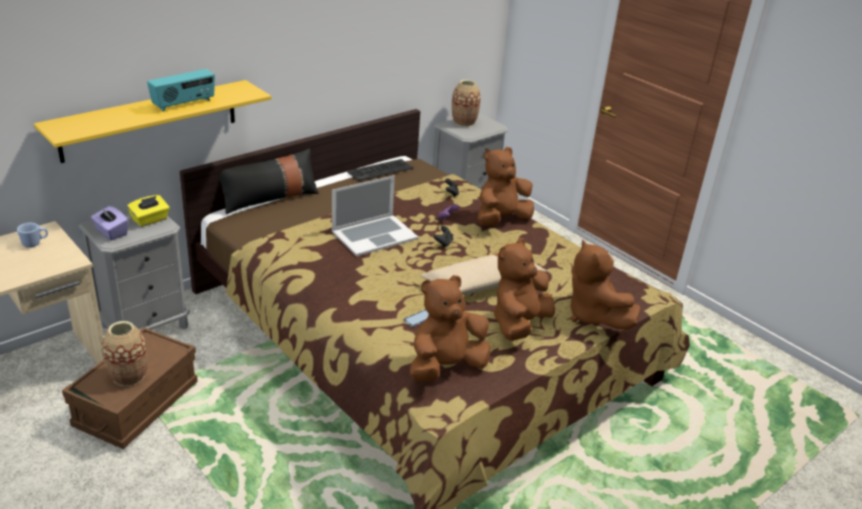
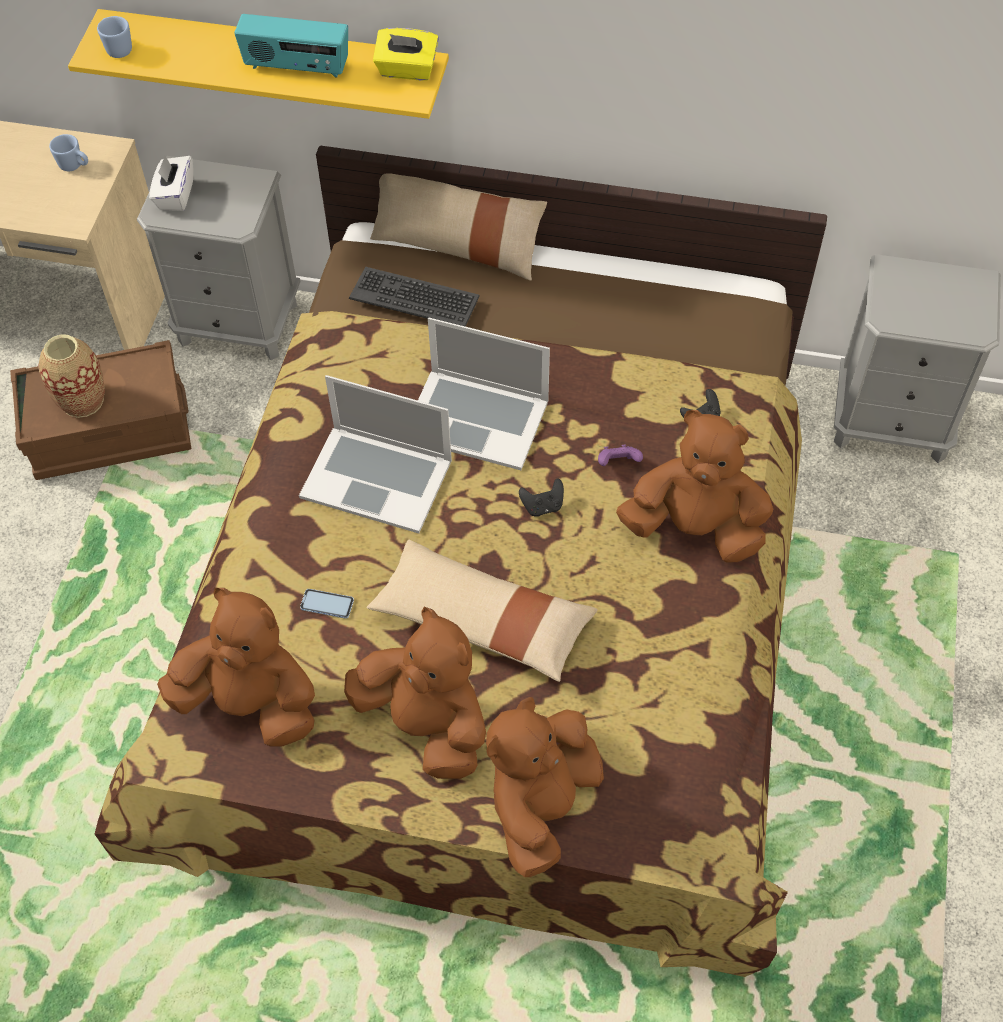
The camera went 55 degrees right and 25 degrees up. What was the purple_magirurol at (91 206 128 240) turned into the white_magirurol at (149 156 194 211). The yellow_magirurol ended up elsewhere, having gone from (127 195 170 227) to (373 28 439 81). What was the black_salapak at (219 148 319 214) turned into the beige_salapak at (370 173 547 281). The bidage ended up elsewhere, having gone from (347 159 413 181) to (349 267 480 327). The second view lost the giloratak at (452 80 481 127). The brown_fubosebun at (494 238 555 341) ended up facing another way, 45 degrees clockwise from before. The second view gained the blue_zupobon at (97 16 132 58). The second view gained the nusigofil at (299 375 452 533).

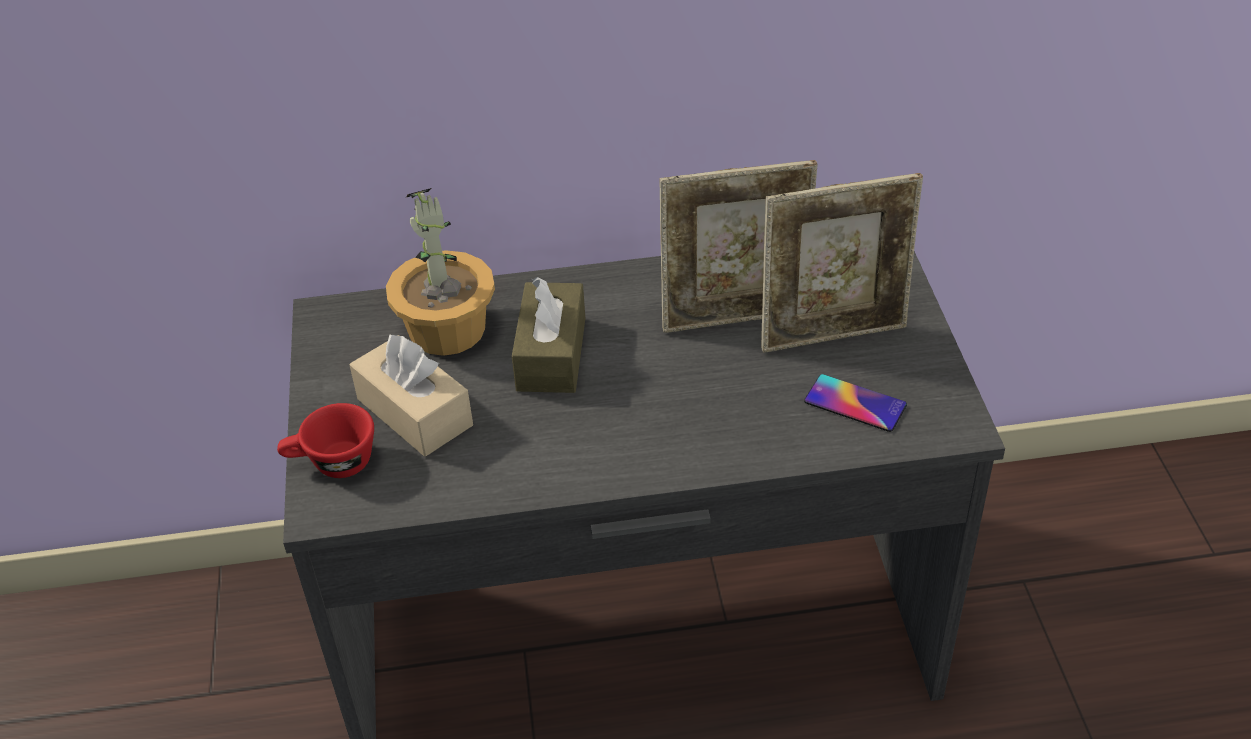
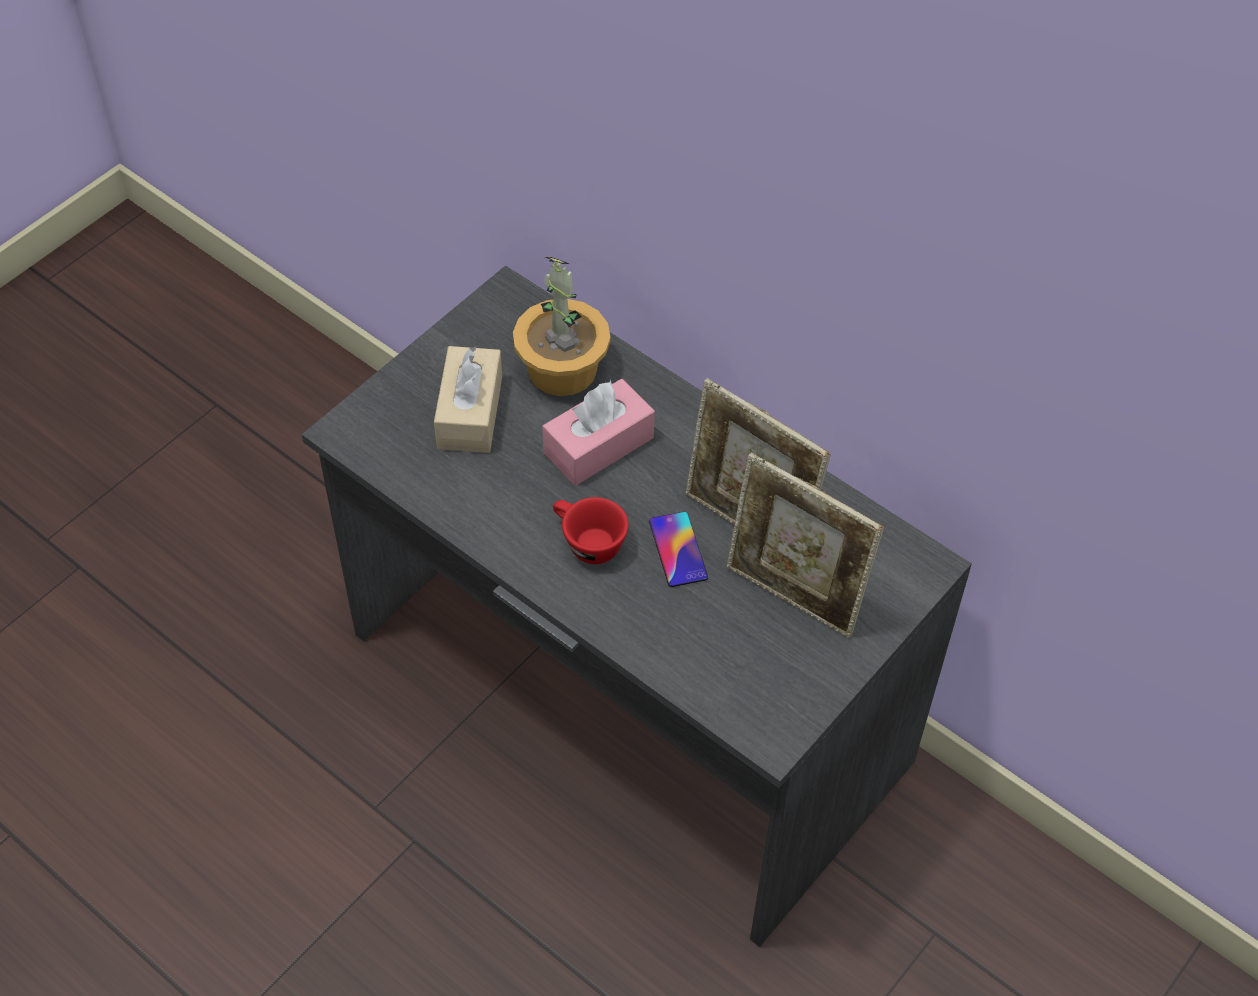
The camera went 45 degrees right and 10 degrees up. The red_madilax ended up elsewhere, having gone from (277 403 374 478) to (553 497 629 564). What was the brown_magirurol at (512 277 586 393) turned into the pink_magirurol at (542 379 655 486). The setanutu ended up elsewhere, having gone from (804 374 907 432) to (649 512 708 587).

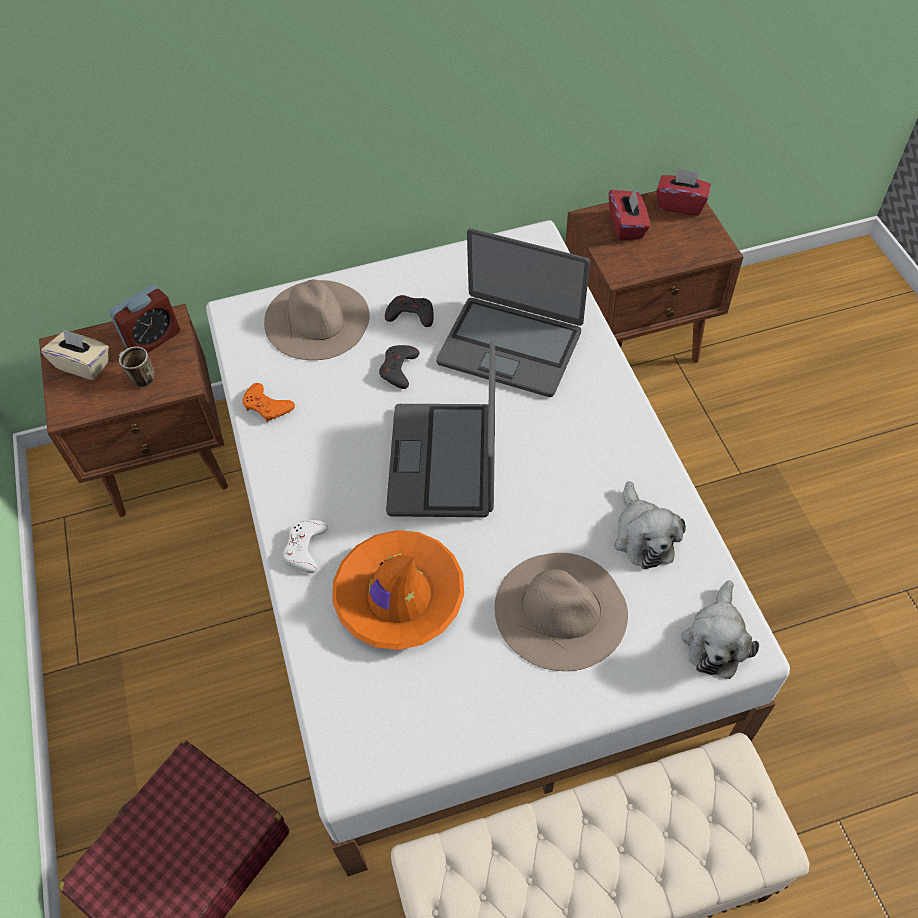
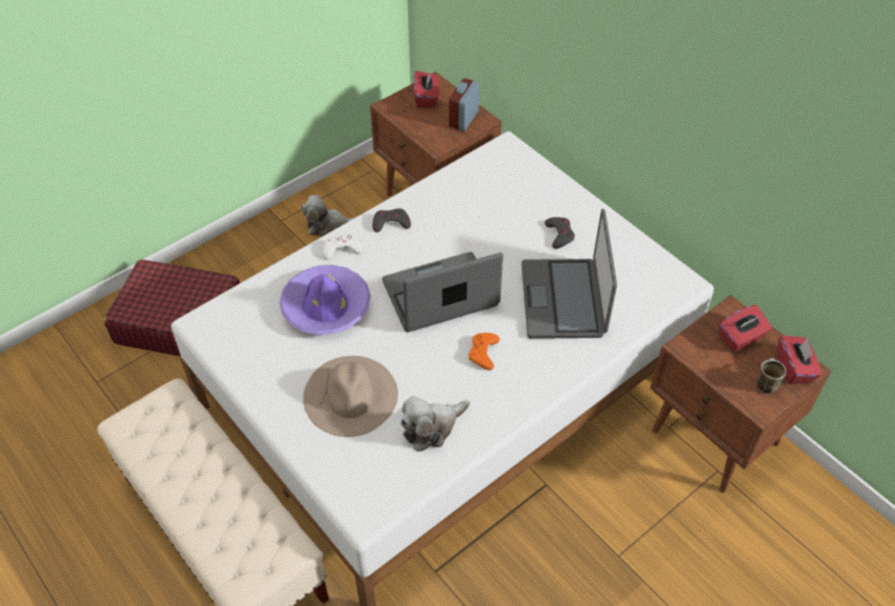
The camera went 65 degrees right and 5 degrees down. What was the beige_magirurol at (41 329 109 380) turned into the red_magirurol at (414 71 439 108). The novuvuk at (110 285 180 353) ended up facing another way, 90 degrees clockwise from before. The zupobon ended up elsewhere, having gone from (118 347 155 387) to (757 358 786 393). The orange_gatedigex ended up elsewhere, having gone from (243 383 295 422) to (469 333 500 370). The second view lost the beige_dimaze at (264 279 370 360). What was the orange_dimaze at (332 530 464 650) turned into the purple_dimaze at (279 265 371 335). The grey_gatedigex ended up elsewhere, having gone from (379 345 419 389) to (372 208 411 232). The fubosebun ended up elsewhere, having gone from (681 580 759 679) to (301 195 354 237).

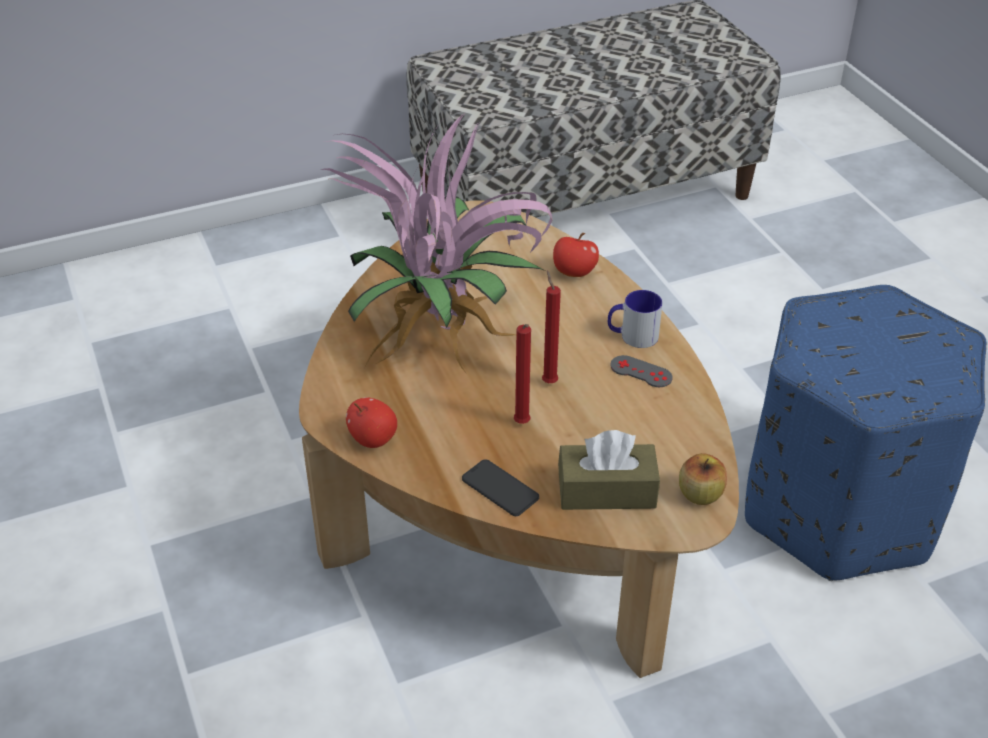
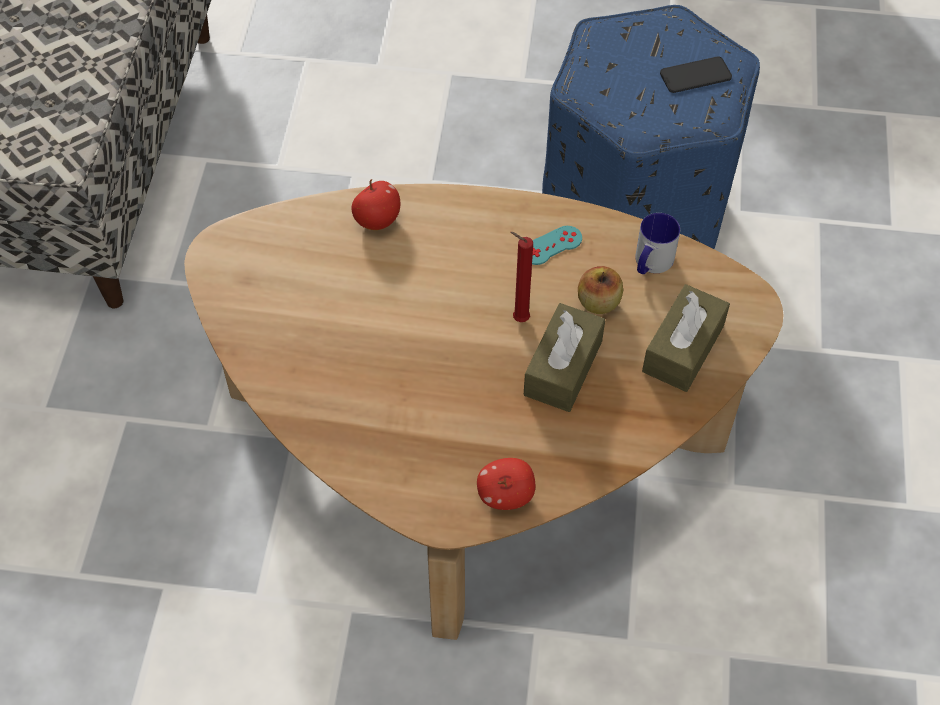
The camera went 60 degrees left and 15 degrees up. The second view lost the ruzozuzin at (321 113 552 371). The setanutu ended up elsewhere, having gone from (462 459 539 516) to (660 56 732 93). Where the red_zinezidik stood at (514 324 531 424), the brown_magirurol came to stand at (524 303 605 412). The zupobon ended up elsewhere, having gone from (608 290 662 348) to (635 213 680 274). What was the grey_gatedigex at (610 355 673 387) turned into the turquoise_gatedigex at (532 226 582 265). The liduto ended up elsewhere, having gone from (679 453 727 505) to (578 266 623 314).

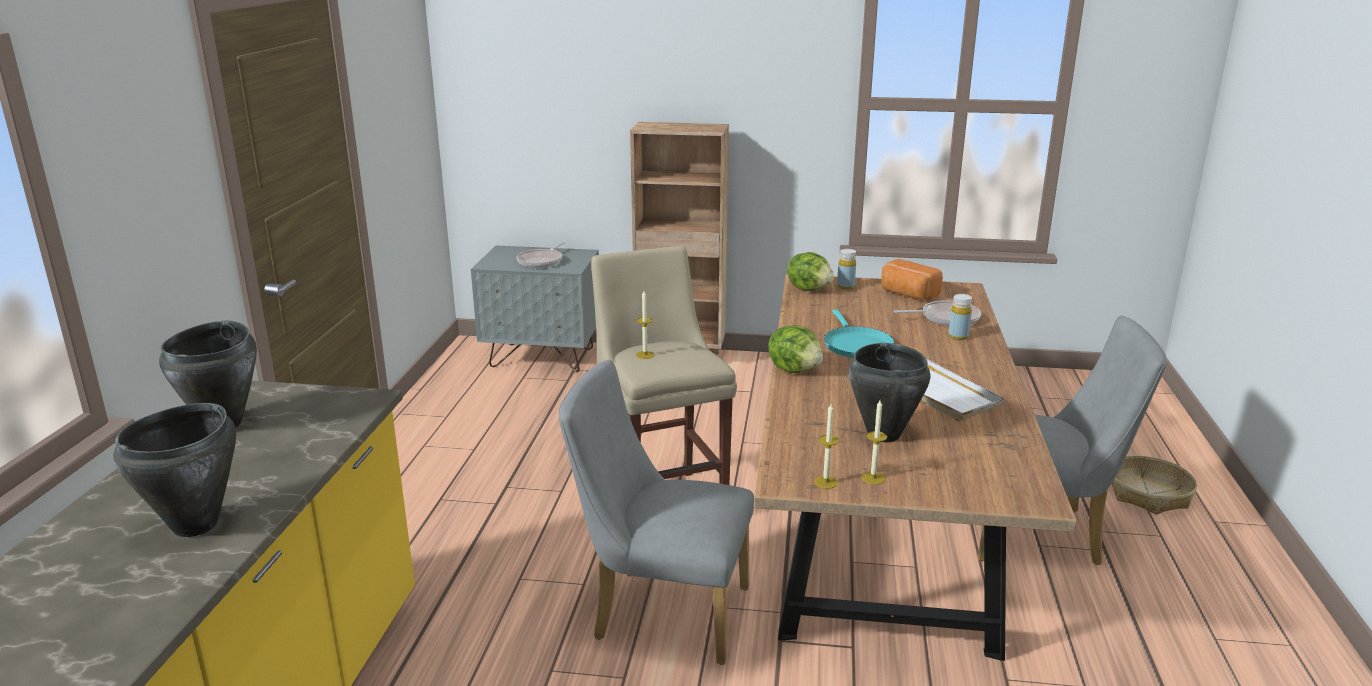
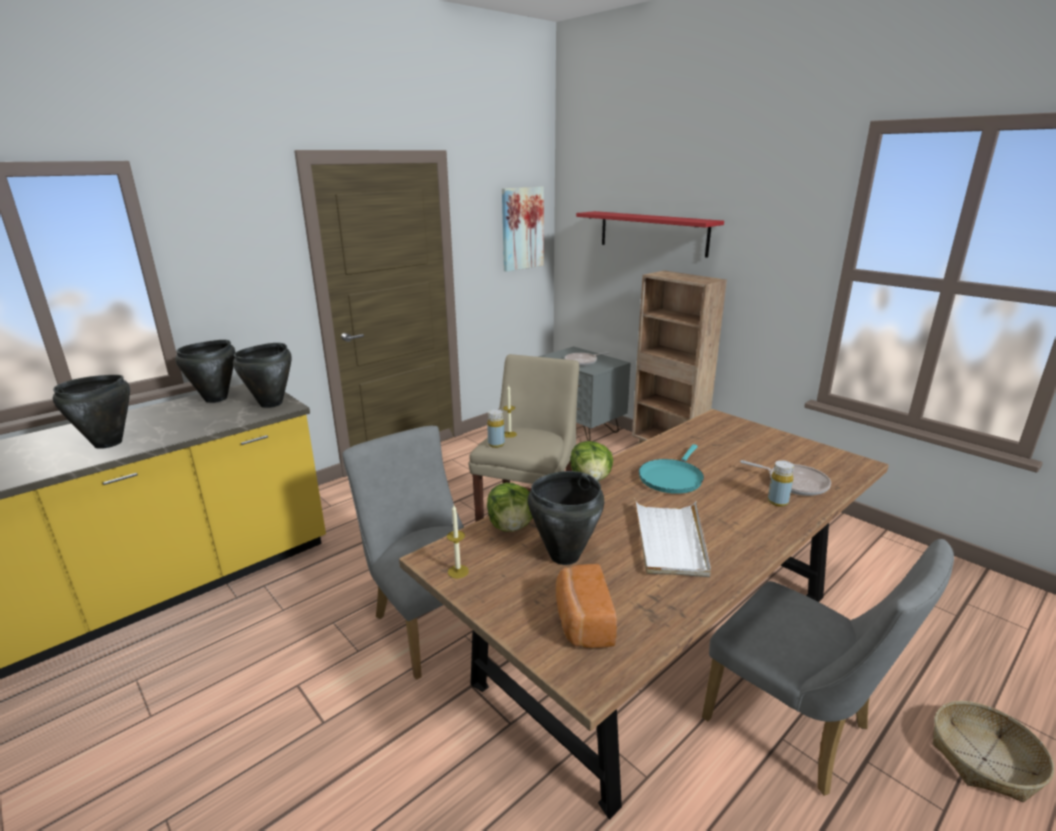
The camera went 40 degrees right and 0 degrees up. The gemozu ended up elsewhere, having gone from (787 252 834 291) to (487 483 533 532). The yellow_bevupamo ended up elsewhere, having gone from (837 249 856 289) to (487 409 505 448). The second view lost the zinezidik at (862 400 887 485). The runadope ended up elsewhere, having gone from (881 259 943 300) to (556 564 617 648). The second view gained the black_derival at (233 343 292 408). The second view gained the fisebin at (502 187 544 272). The second view gained the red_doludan at (576 211 724 258).

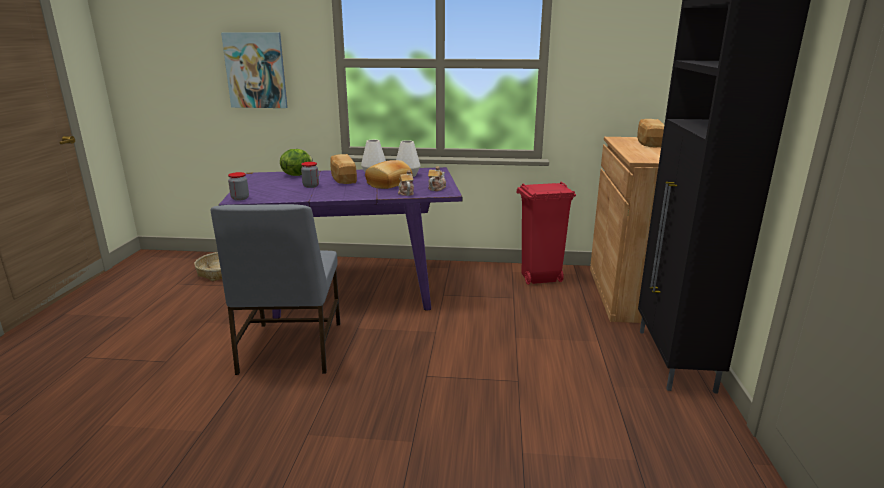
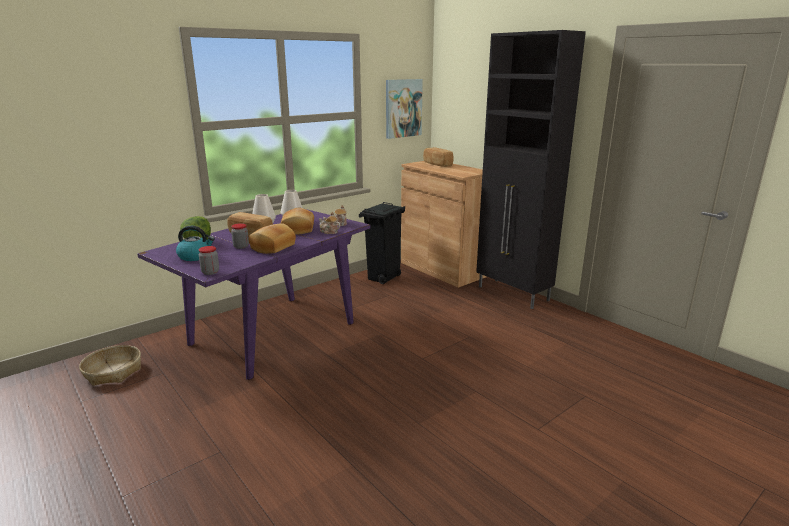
The camera went 45 degrees left and 0 degrees up. The second view lost the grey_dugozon at (211 204 340 375). The fisebin ended up elsewhere, having gone from (221 32 288 108) to (386 79 423 139). What was the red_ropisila at (517 182 576 284) turned into the black_ropisila at (359 202 405 284). The second view gained the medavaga at (176 226 215 261). The second view gained the runadope at (249 223 296 254).

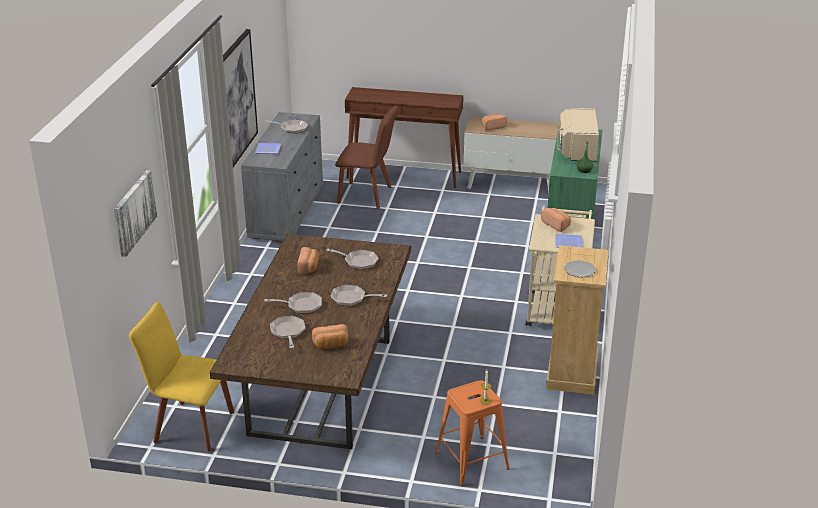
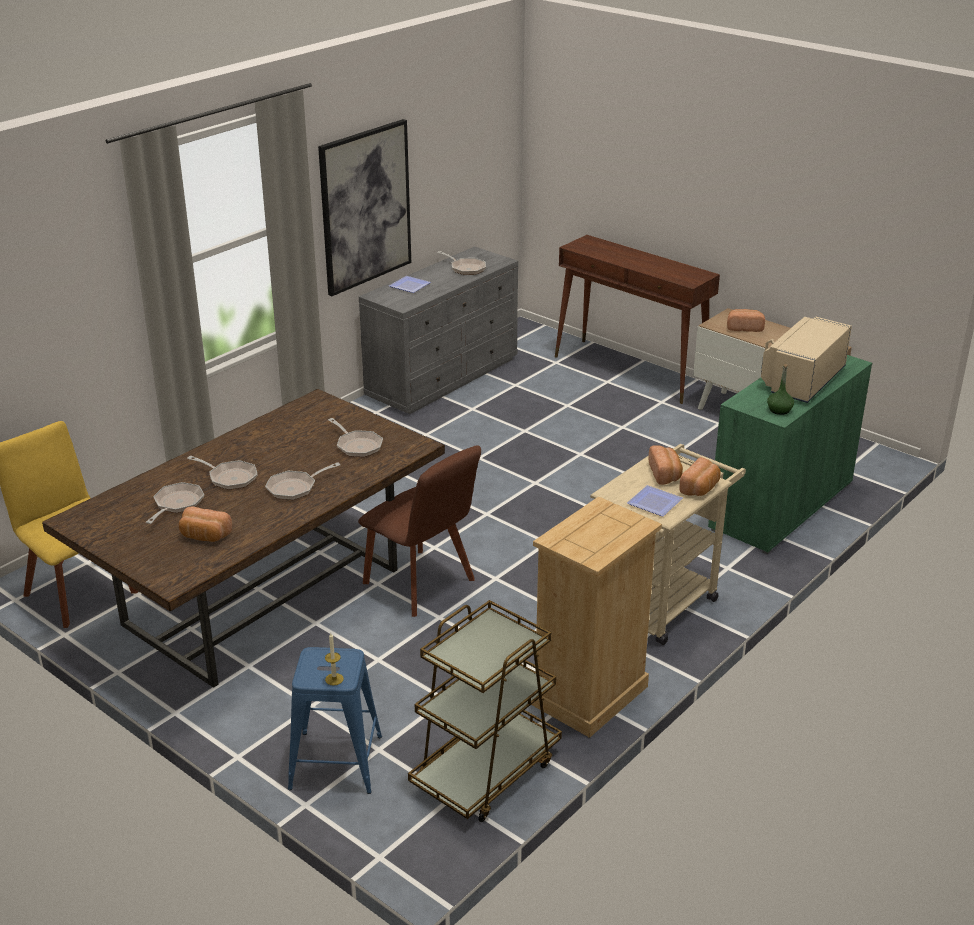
The camera went 30 degrees right and 0 degrees up. The second view lost the fisebin at (114 170 157 257). The runadope ended up elsewhere, having gone from (297 247 319 274) to (679 457 721 496). The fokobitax at (331 285 387 306) ended up facing another way, 75 degrees counterclockwise from before. The brown_dugozon ended up elsewhere, having gone from (335 105 398 209) to (358 445 481 617). What was the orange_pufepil at (435 380 510 486) turned into the blue_pufepil at (288 647 382 794). The second view lost the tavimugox at (564 260 597 278). The second view gained the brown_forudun at (408 600 562 822).

